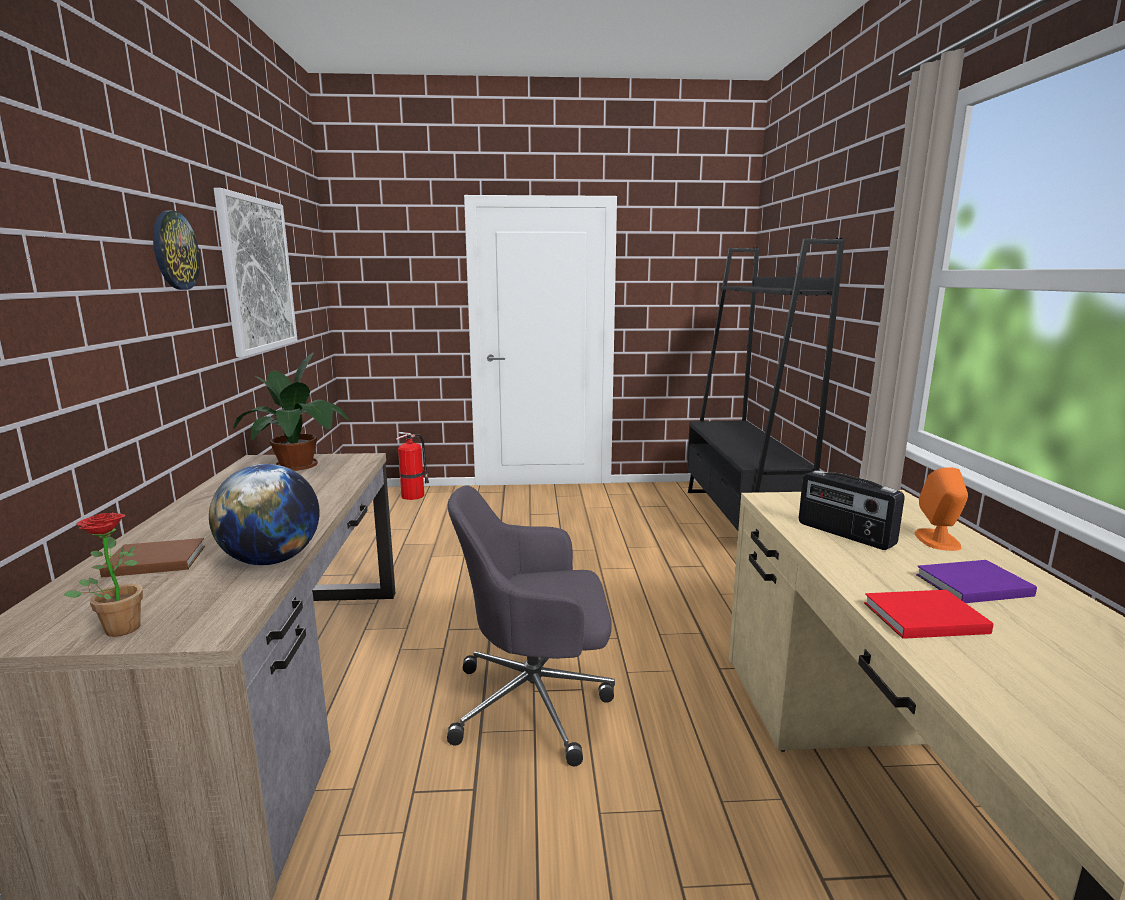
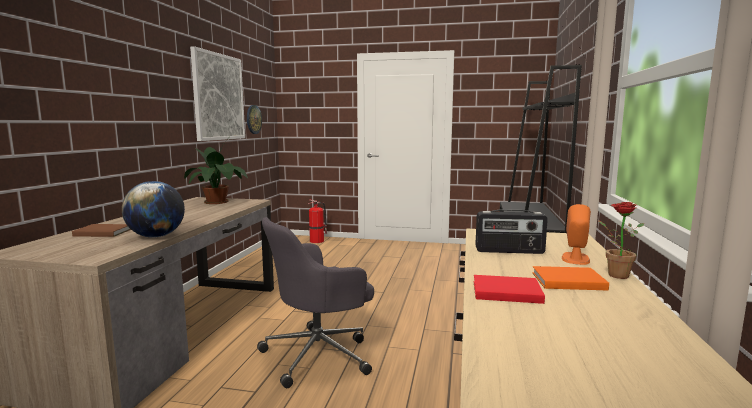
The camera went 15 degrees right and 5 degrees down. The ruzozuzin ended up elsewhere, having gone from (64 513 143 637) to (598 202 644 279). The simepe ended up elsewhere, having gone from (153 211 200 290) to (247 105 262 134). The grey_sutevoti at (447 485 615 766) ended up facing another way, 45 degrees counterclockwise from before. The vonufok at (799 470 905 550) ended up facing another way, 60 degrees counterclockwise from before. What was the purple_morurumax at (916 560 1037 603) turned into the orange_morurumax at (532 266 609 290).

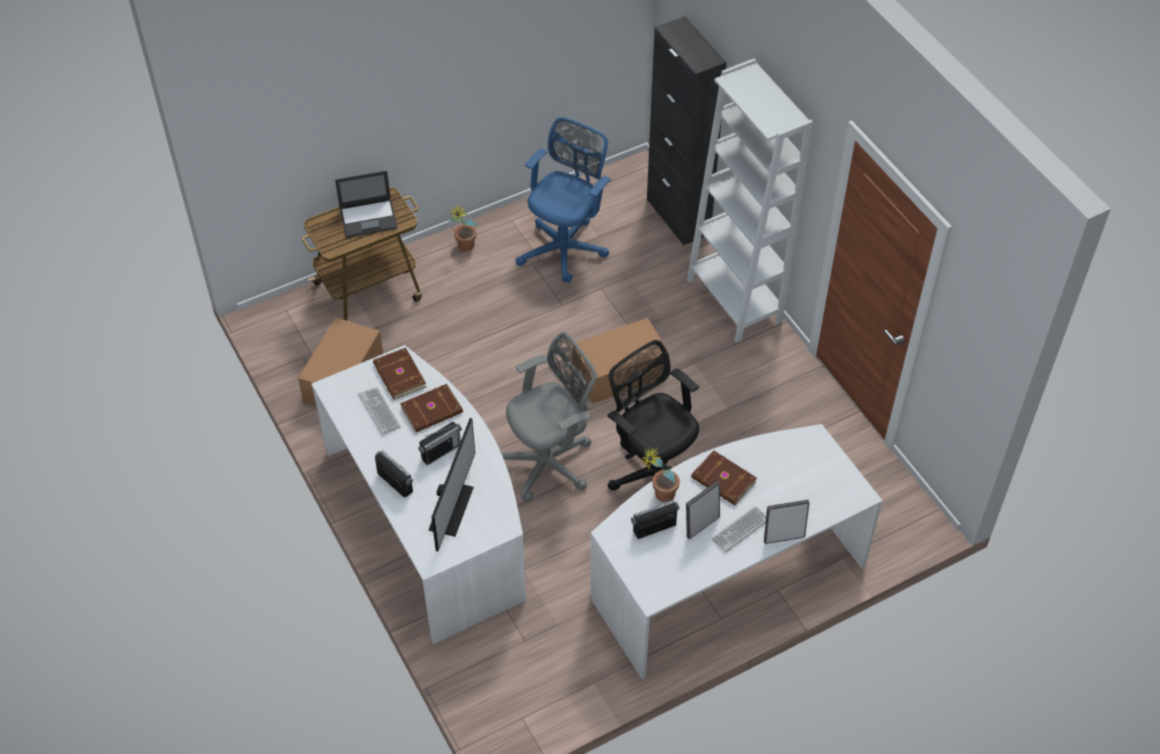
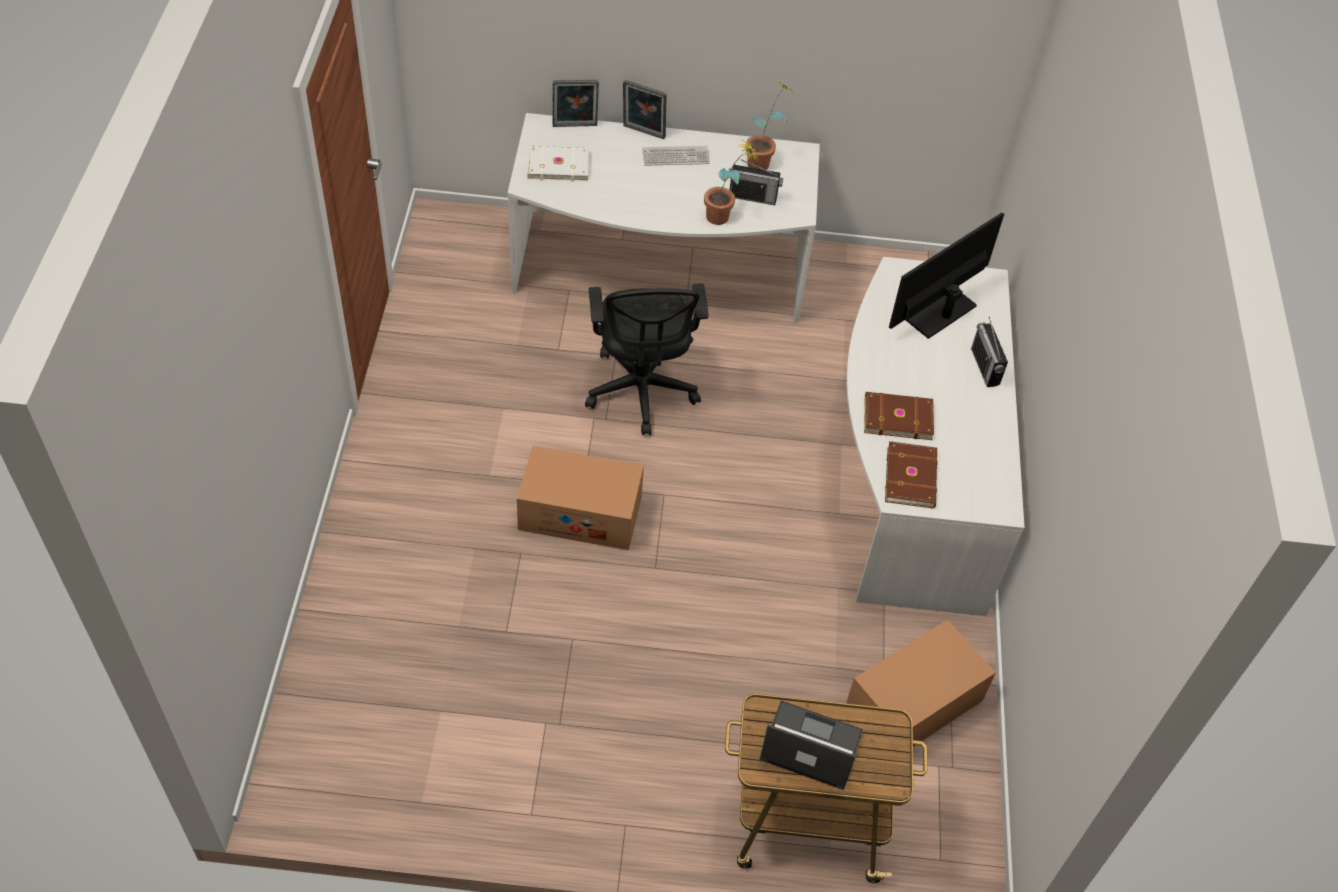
The camera went 150 degrees left and 0 degrees up. The second view lost the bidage at (359 387 401 435). The second view lost the vonufok at (418 422 462 466). The ruzozuzin ended up elsewhere, having gone from (448 203 477 251) to (746 81 793 170). The second view lost the grey_sutevoti at (501 332 597 502). The second view lost the blue_sutevoti at (516 117 611 283). The second view lost the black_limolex at (647 16 727 245). The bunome ended up elsewhere, having gone from (686 481 720 539) to (553 80 599 127). The second view lost the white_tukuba at (687 58 813 343). The second view lost the brown_morurumax at (691 451 757 505). The second view gained the white_morurumax at (527 146 589 182).

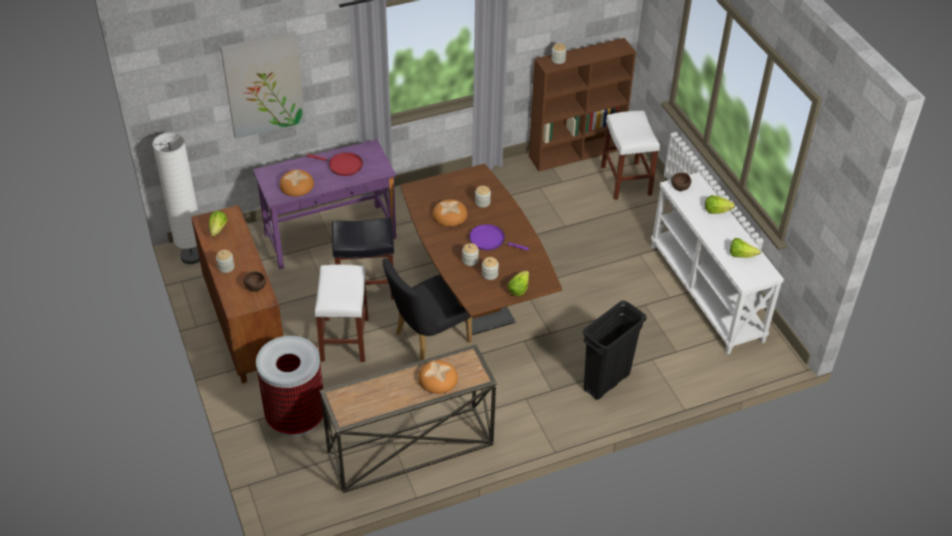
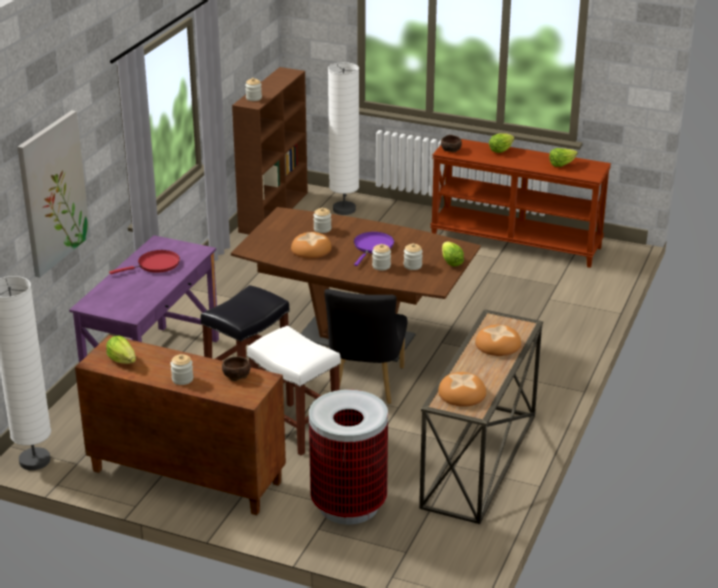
The camera went 45 degrees left and 15 degrees down. The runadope ended up elsewhere, having gone from (279 170 314 196) to (438 372 486 407). The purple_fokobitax at (469 224 529 251) ended up facing another way, 135 degrees clockwise from before. The second view lost the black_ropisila at (583 301 647 400). Where the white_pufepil stood at (601 111 660 200), the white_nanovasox came to stand at (328 62 359 215). What was the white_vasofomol at (651 172 784 354) turned into the brown_vasofomol at (430 139 611 268).

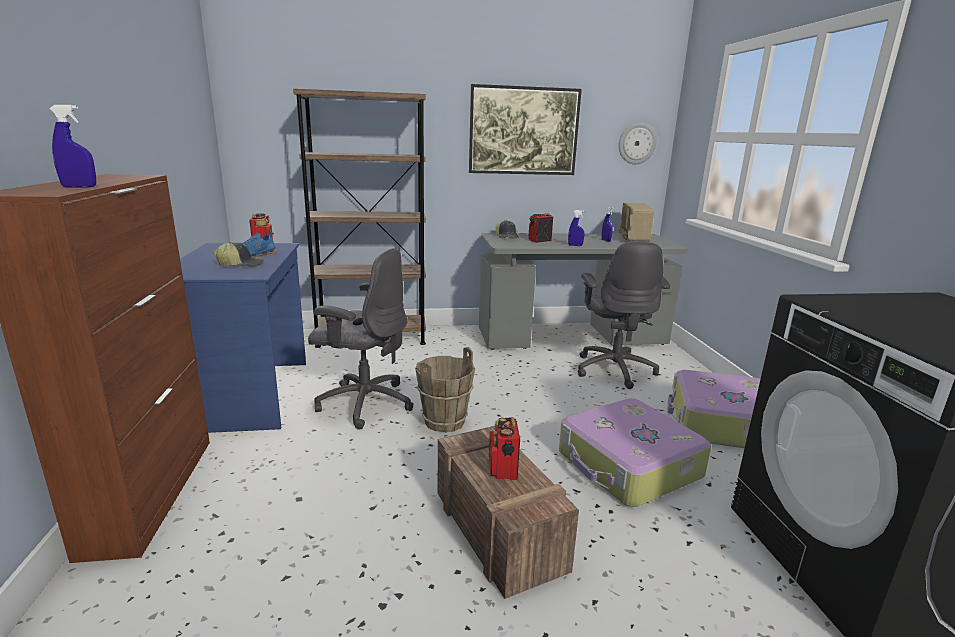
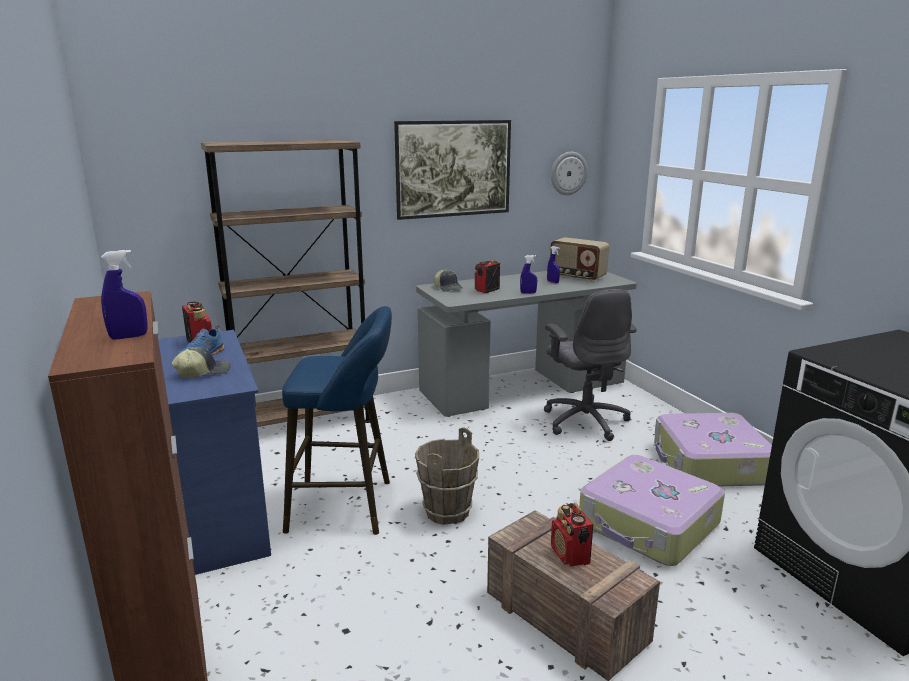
The camera went 15 degrees left and 0 degrees up. Where the grey_sutevoti stood at (308 248 414 430), the blue_pufepil came to stand at (282 306 392 535). The vonufok at (619 203 654 242) ended up facing another way, 45 degrees counterclockwise from before.

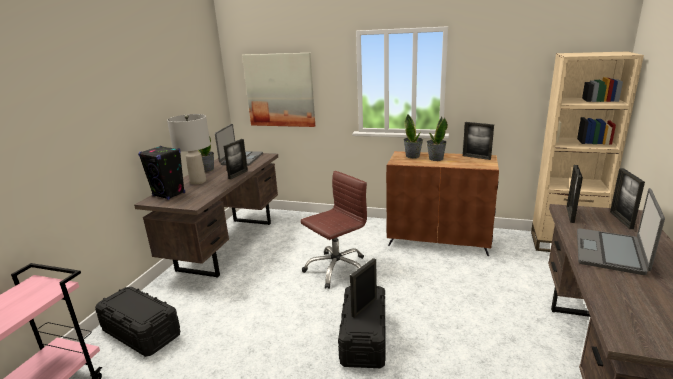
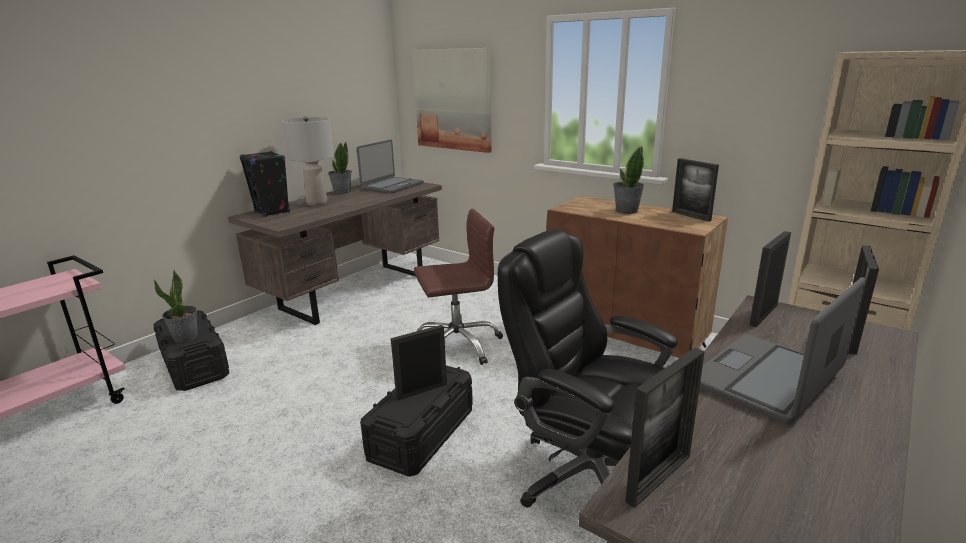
The camera went 20 degrees right and 0 degrees up. The bunome ended up elsewhere, having gone from (224 139 248 179) to (625 348 705 508). The ruzozuzin ended up elsewhere, having gone from (404 114 423 158) to (153 270 198 343). The second view gained the black_sutevoti at (498 229 678 507).

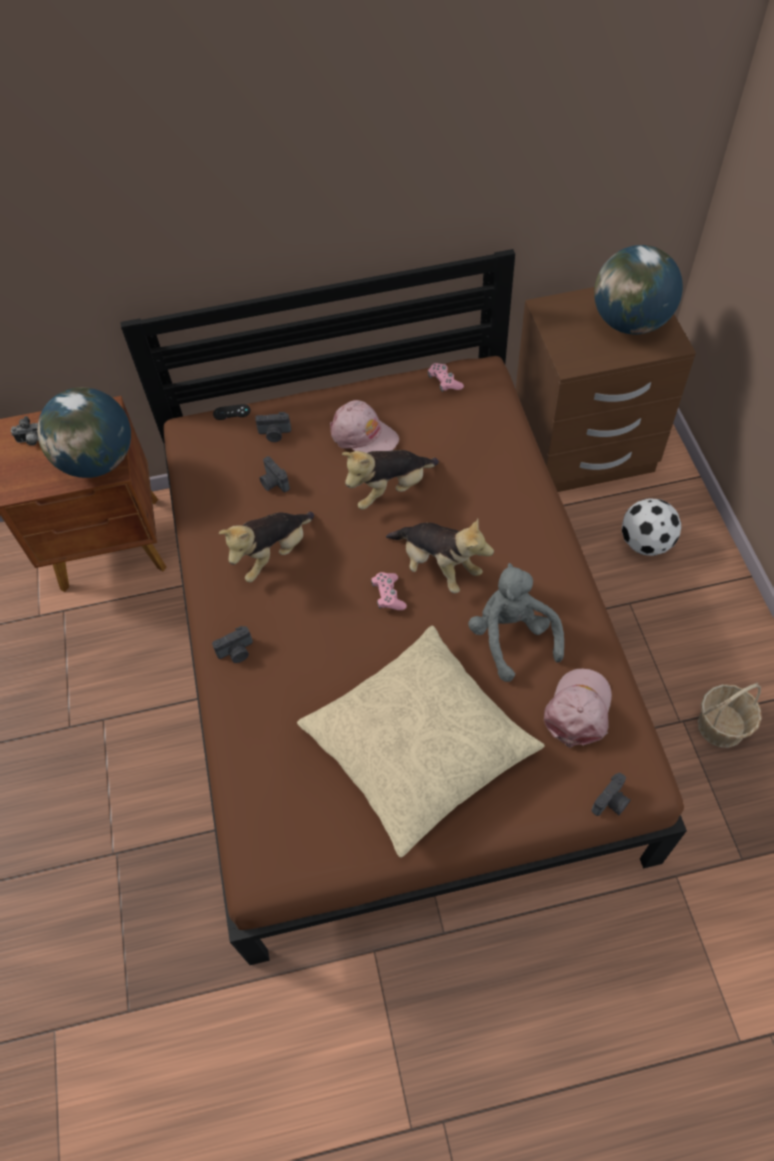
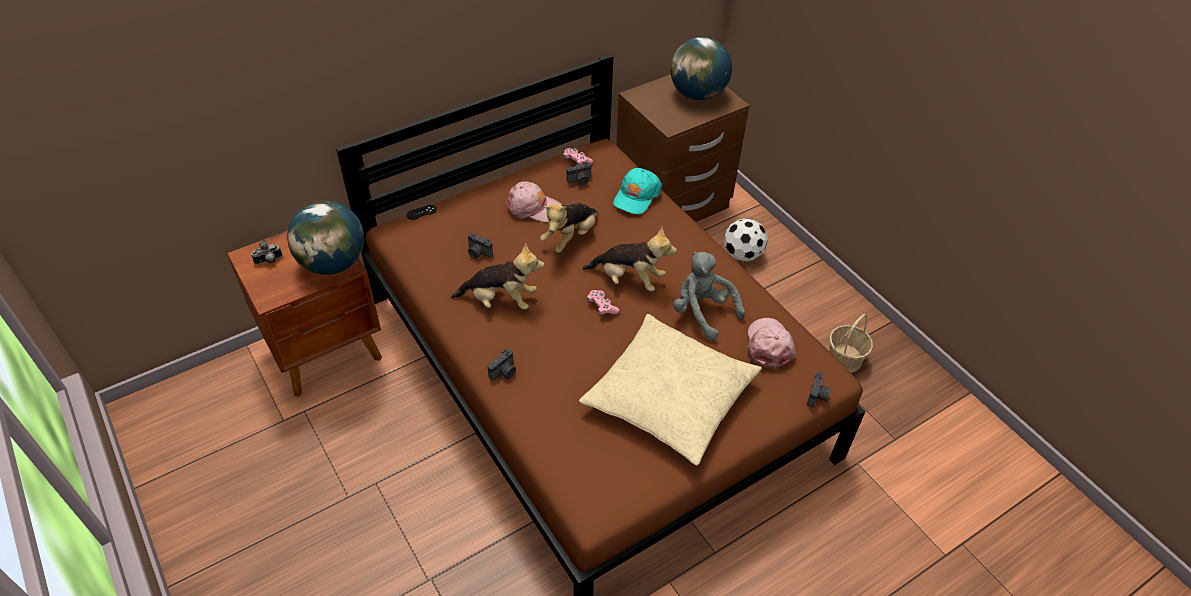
The camera went 25 degrees left and 10 degrees down. The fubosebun at (219 512 314 582) ended up facing another way, 105 degrees counterclockwise from before. The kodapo ended up elsewhere, having gone from (255 412 291 442) to (567 162 591 186). The second view gained the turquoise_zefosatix at (613 168 662 214).

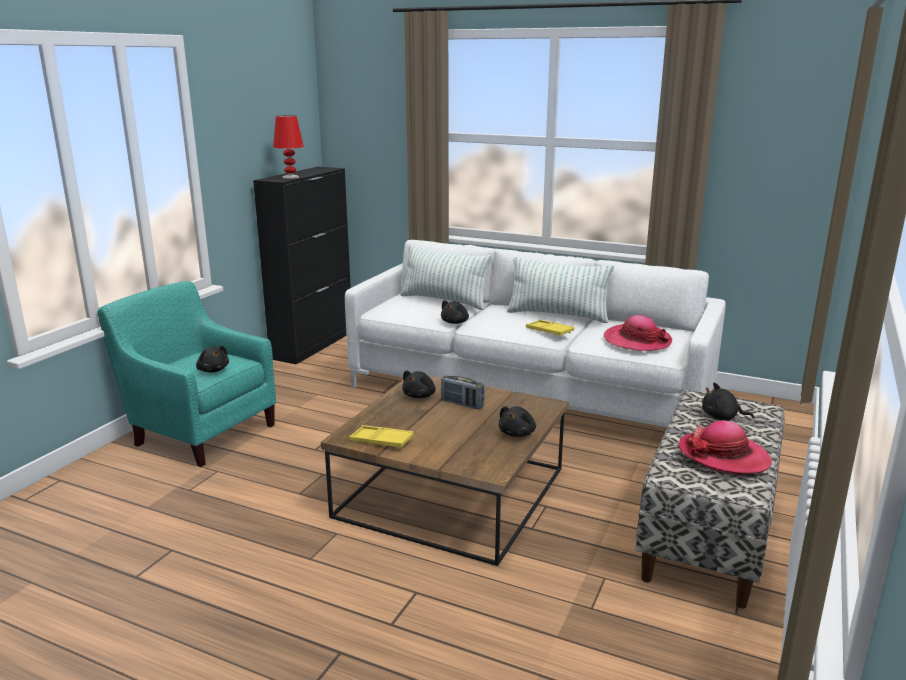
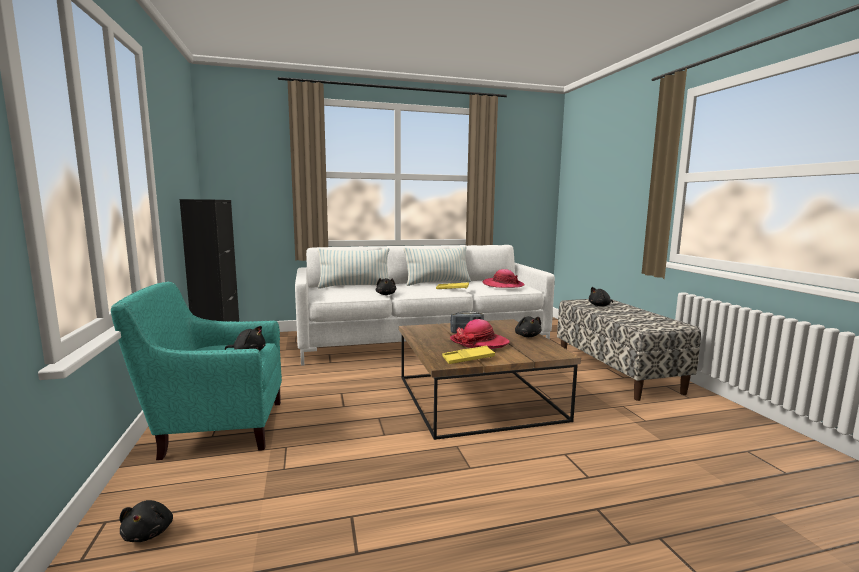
The camera went 40 degrees left and 10 degrees down. The second view lost the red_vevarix at (273 115 304 179). The black_fubosebun ended up elsewhere, having gone from (402 371 436 398) to (120 500 173 542). The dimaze ended up elsewhere, having gone from (679 420 772 476) to (450 319 510 349).

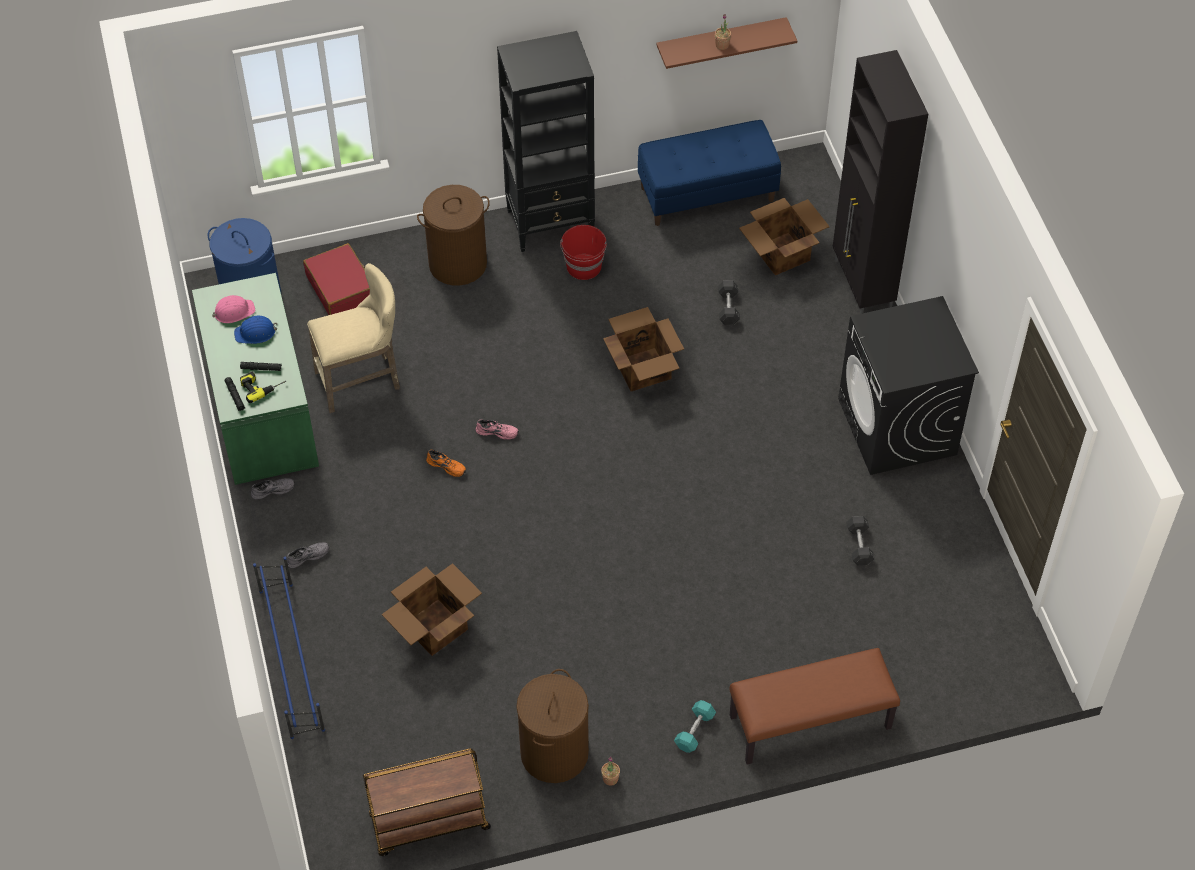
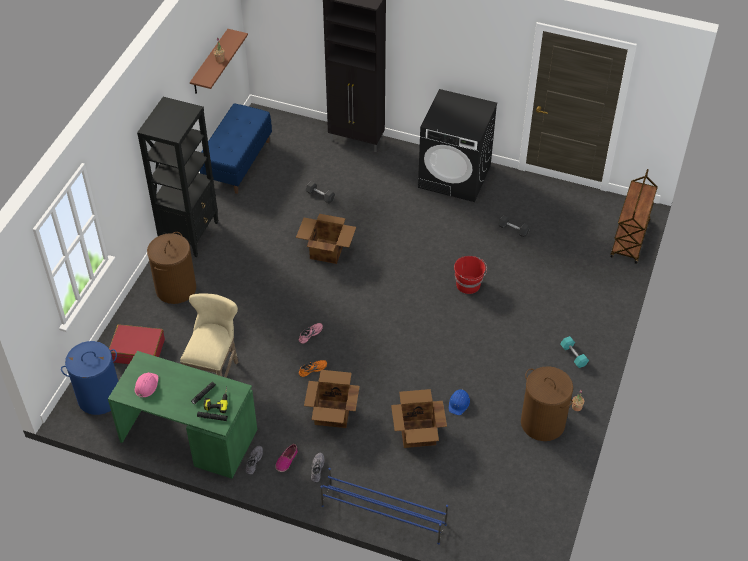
The camera went 55 degrees left and 5 degrees down. The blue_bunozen ended up elsewhere, having gone from (234 316 277 344) to (449 389 470 415). The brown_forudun ended up elsewhere, having gone from (363 748 491 856) to (610 169 658 264). The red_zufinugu ended up elsewhere, having gone from (560 225 607 280) to (454 256 487 294). The second view lost the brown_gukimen at (729 648 900 764). The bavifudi ended up elsewhere, having gone from (739 198 830 275) to (304 370 360 428). The second view gained the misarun at (275 444 298 472).

